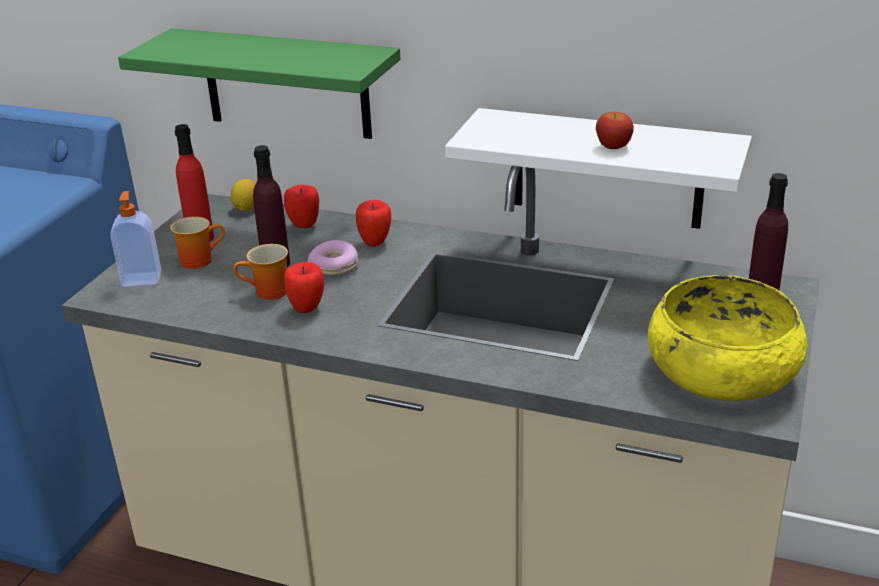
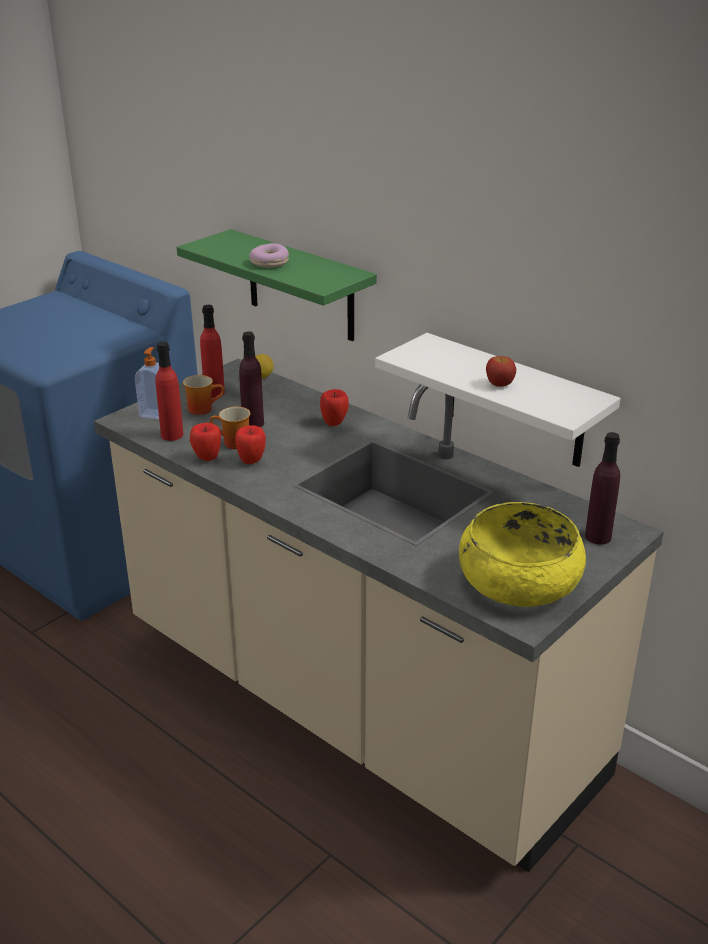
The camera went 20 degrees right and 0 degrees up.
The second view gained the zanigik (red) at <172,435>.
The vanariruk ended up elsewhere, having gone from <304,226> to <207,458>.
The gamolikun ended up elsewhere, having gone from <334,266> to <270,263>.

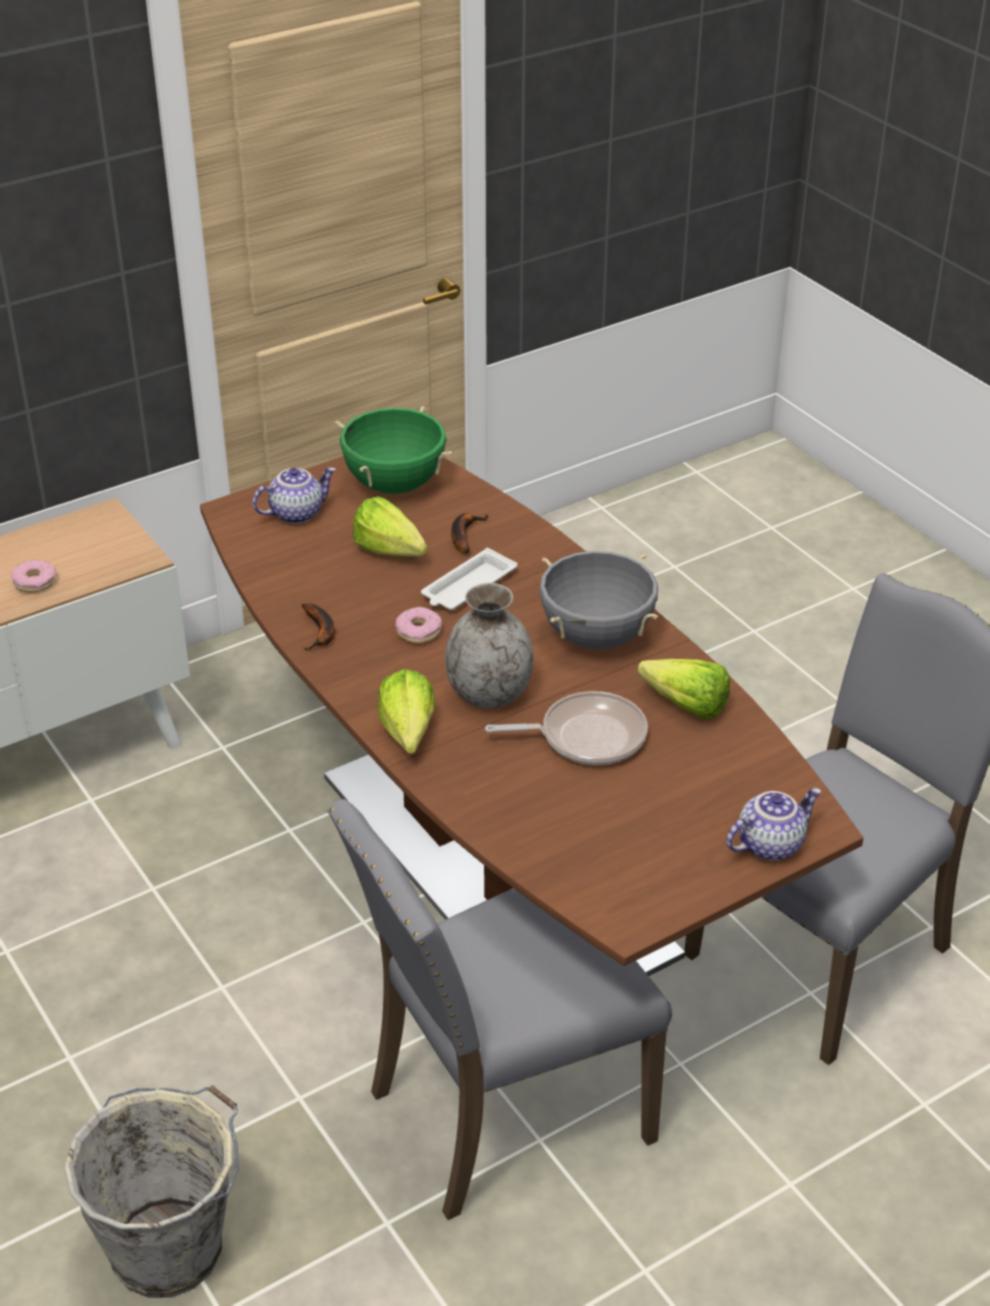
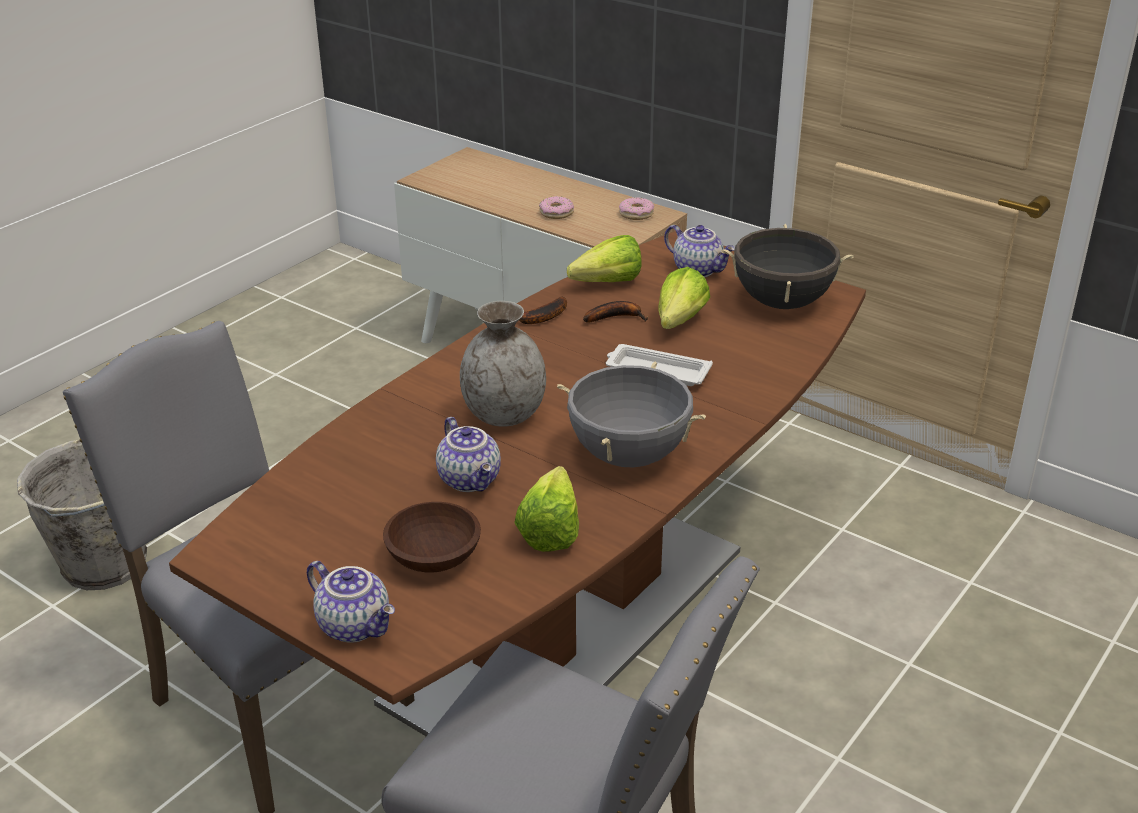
The camera went 70 degrees right and 5 degrees down.
The second view gained the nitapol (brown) at <435,557>.
The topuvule ended up elsewhere, having gone from <406,738> to <601,284>.
The gamolikun ended up elsewhere, having gone from <419,631> to <636,214>.
The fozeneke ended up elsewhere, having gone from <464,535> to <616,317>.
Where the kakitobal stood at <586,736>, the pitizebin came to stand at <471,480>.
What was the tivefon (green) at <394,485> turned into the tivefon (black) at <782,302>.

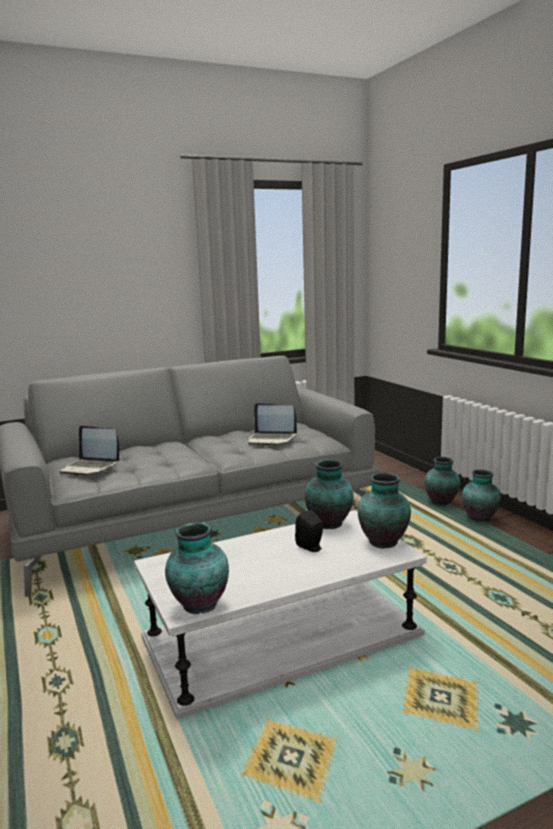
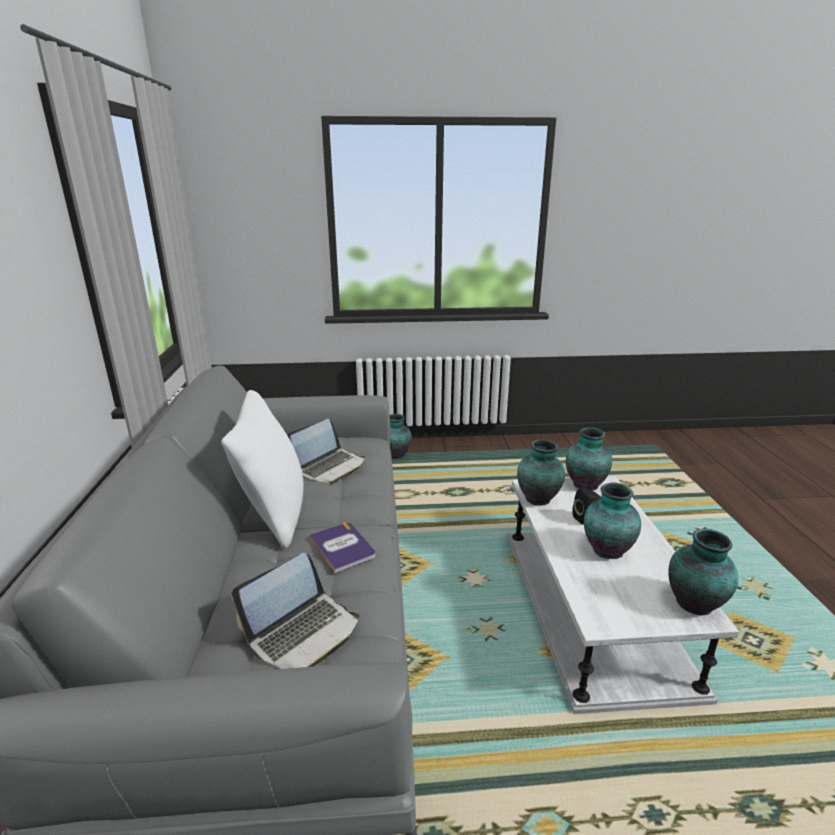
The camera went 70 degrees left and 10 degrees up.
The second view gained the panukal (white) at <274,514>.
The second view gained the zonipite at <342,547>.
The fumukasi ended up elsewhere, having gone from <480,518> to <606,549>.

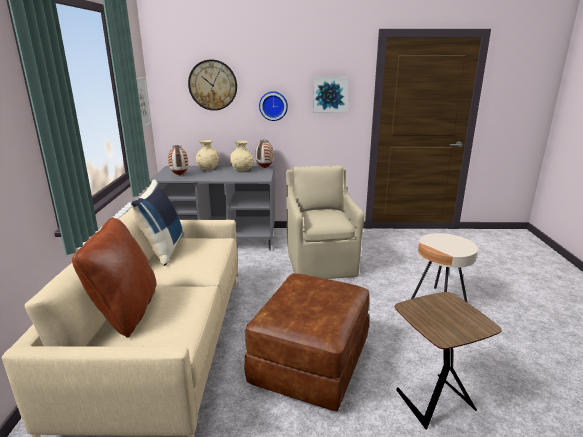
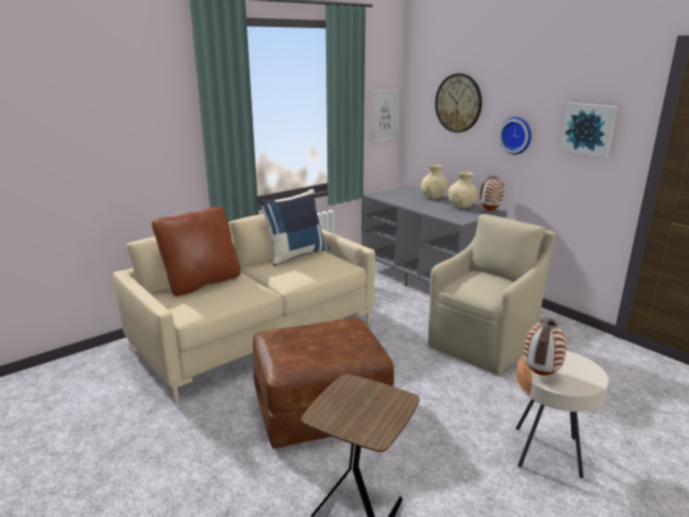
The camera went 50 degrees right and 0 degrees up.
The fumukasi ended up elsewhere, having gone from <179,175> to <540,374>.

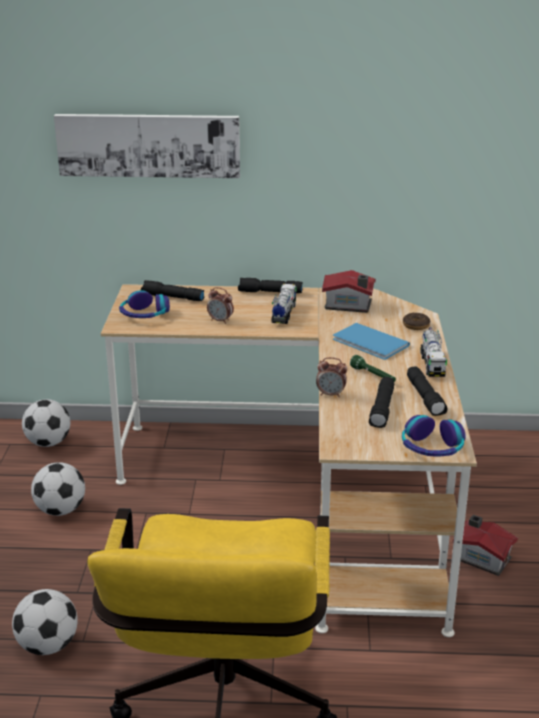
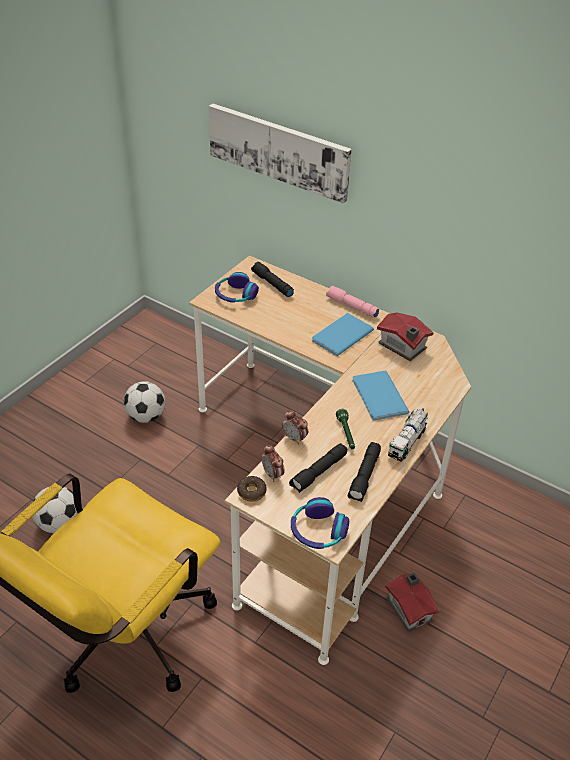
The camera went 30 degrees right and 15 degrees up.
The second view lost the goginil at <48,443>.
The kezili ended up elsewhere, having gone from <220,321> to <272,475>.
The gamolikun ended up elsewhere, having gone from <416,325> to <251,492>.
Where the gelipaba stood at <283,314>, the zonipite (blue) came to stand at <340,335>.
What was the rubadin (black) at <269,292> turned into the rubadin (pink) at <351,307>.

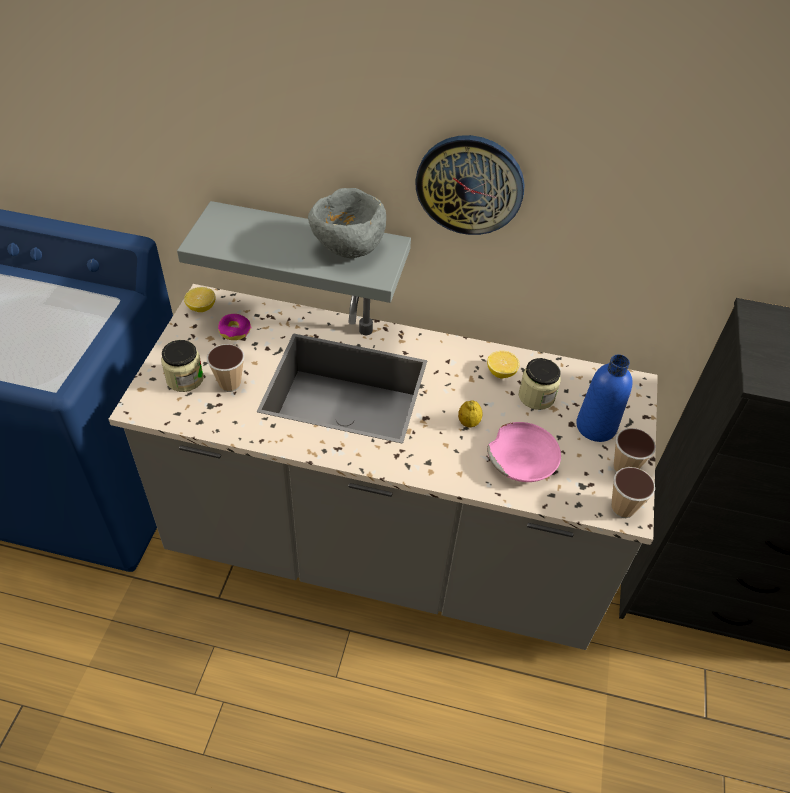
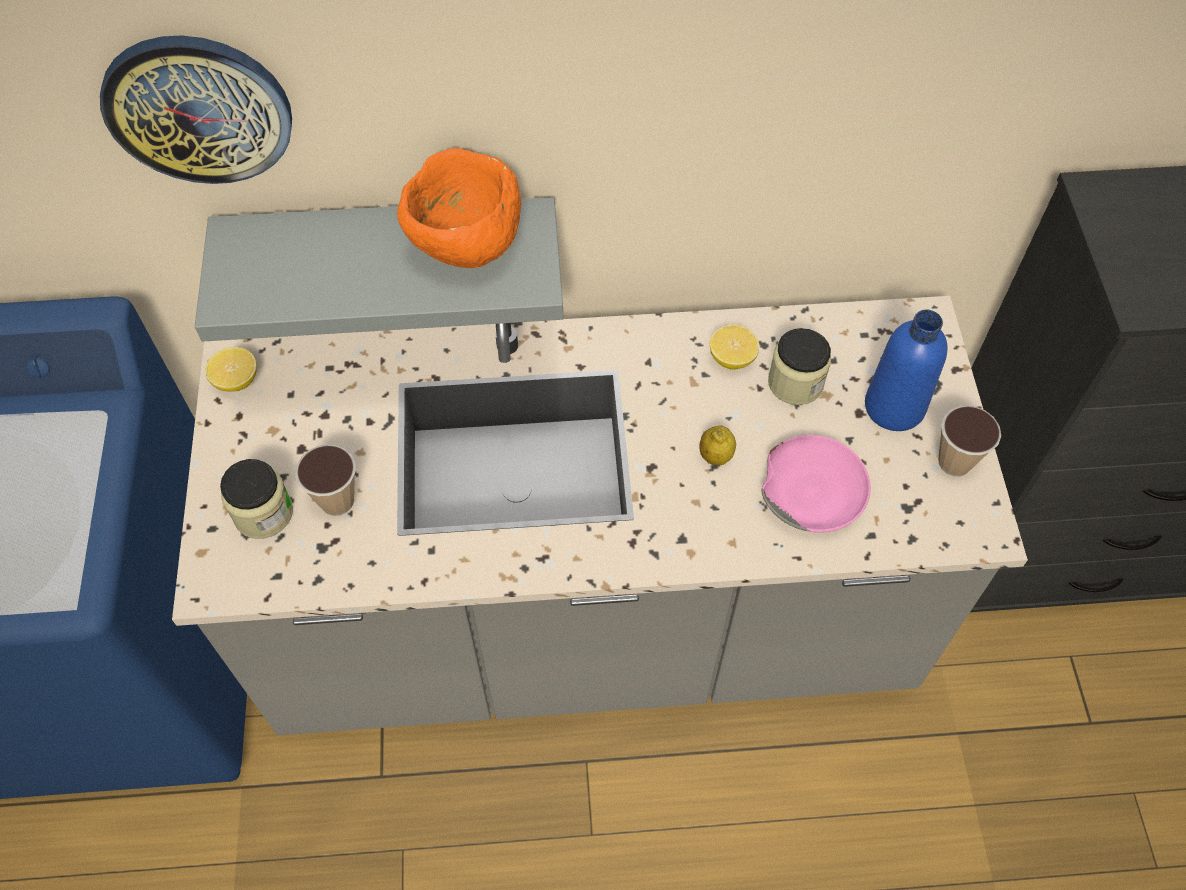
The camera went 15 degrees left and 10 degrees up.
The second view lost the gamolikun at <235,331>.
The second view lost the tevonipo at <622,508>.
The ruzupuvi ended up elsewhere, having gone from <470,185> to <198,109>.
What was the nitapol (grey) at <347,248> turned into the nitapol (orange) at <465,245>.

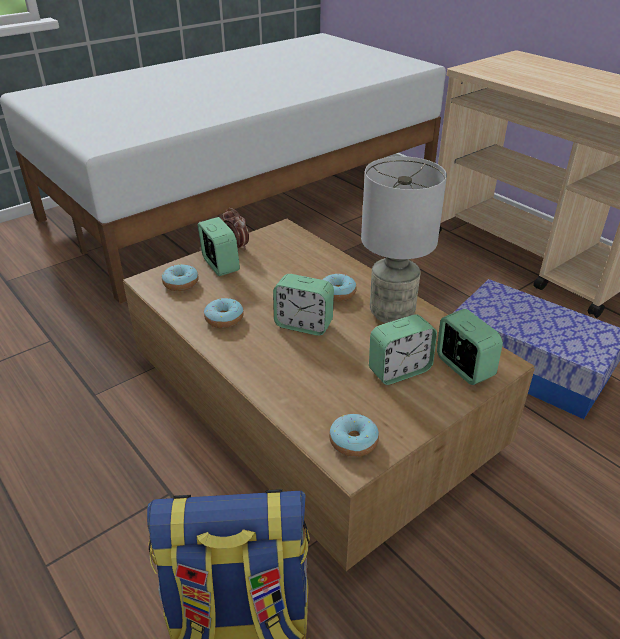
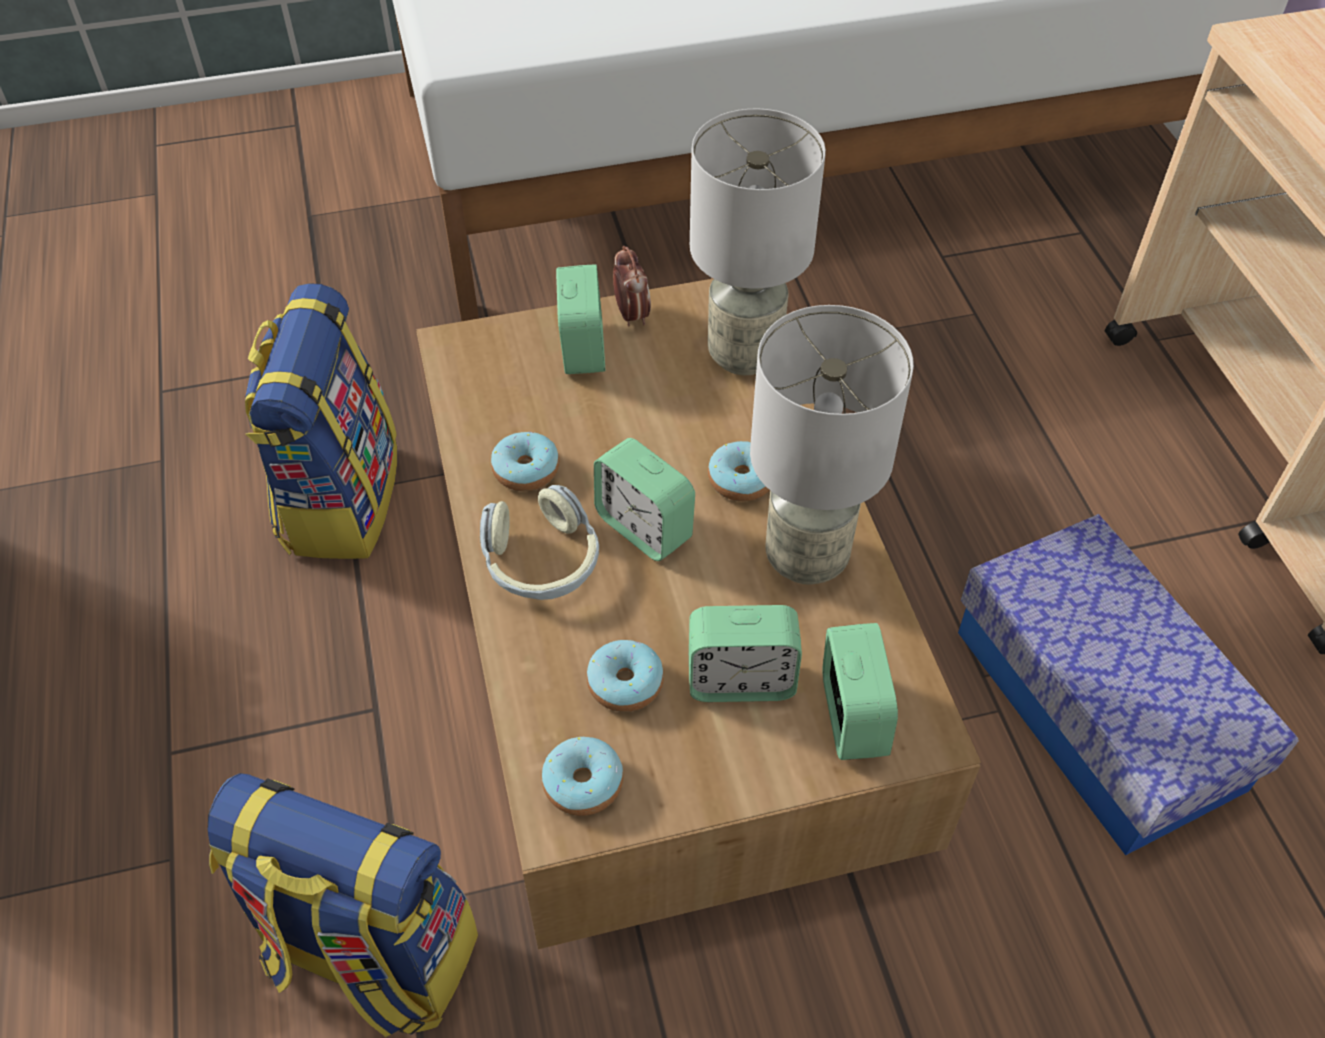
The camera went 25 degrees right and 15 degrees up.
The second view gained the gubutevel at <339,498>.
The second view gained the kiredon at <542,561>.
The second view gained the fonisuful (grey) at <746,355>.
The gamolikun ended up elsewhere, having gone from <181,283> to <625,683>.

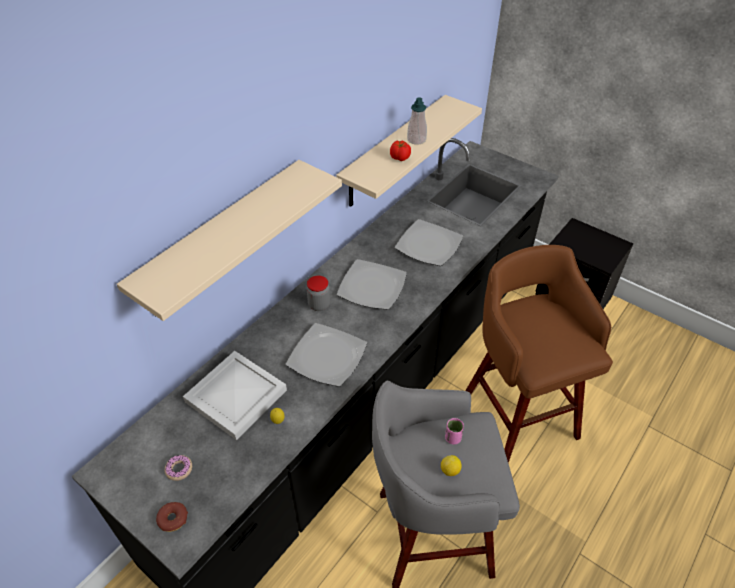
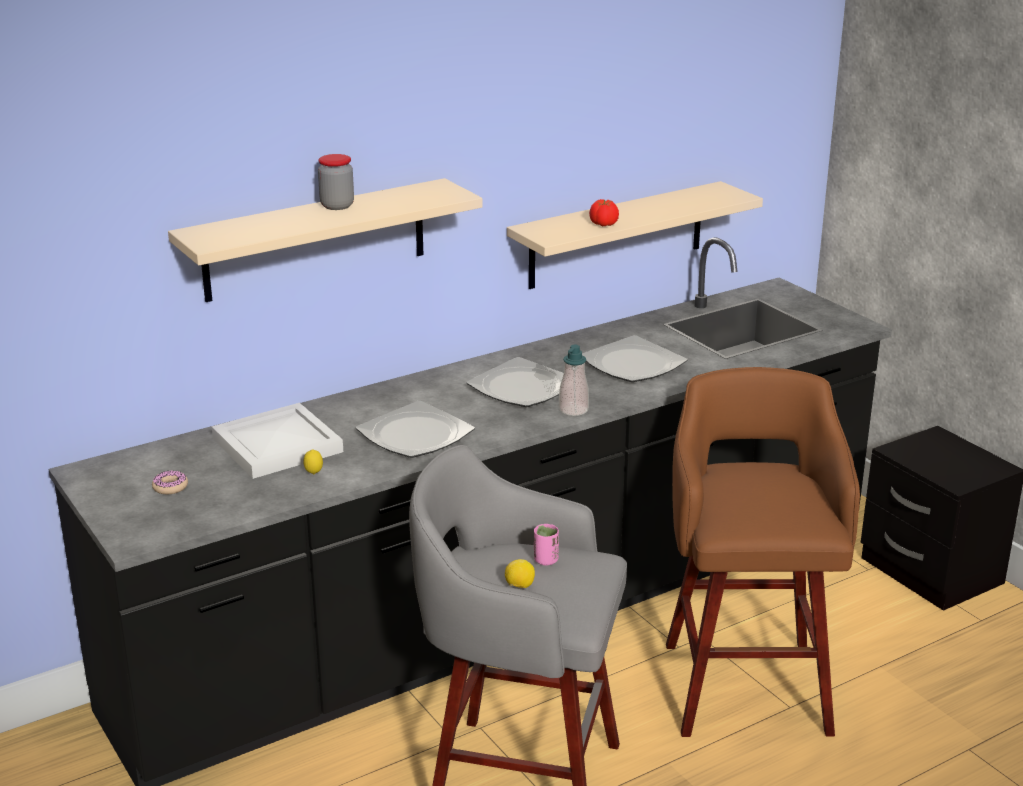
The camera went 20 degrees right and 20 degrees down.
The second view lost the gamolikun at <173,519>.
The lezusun ended up elsewhere, having gone from <319,305> to <337,206>.
The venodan ended up elsewhere, having gone from <416,140> to <573,410>.

